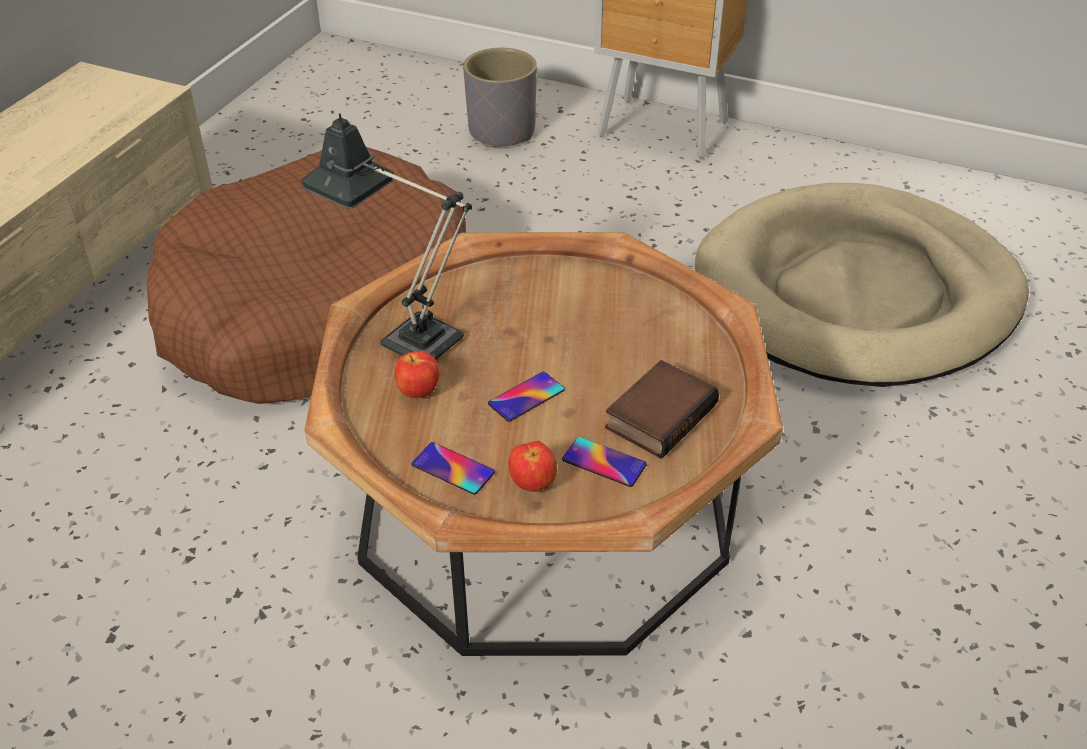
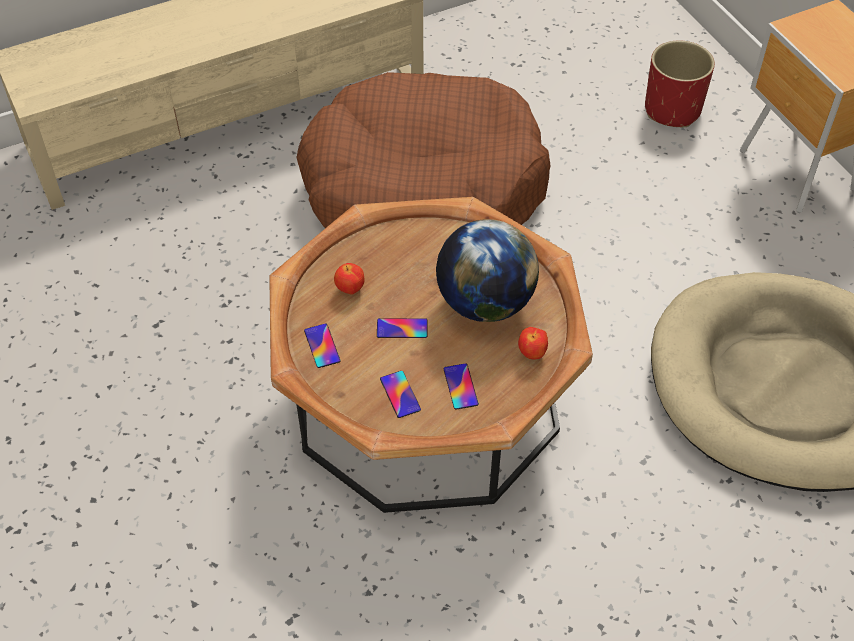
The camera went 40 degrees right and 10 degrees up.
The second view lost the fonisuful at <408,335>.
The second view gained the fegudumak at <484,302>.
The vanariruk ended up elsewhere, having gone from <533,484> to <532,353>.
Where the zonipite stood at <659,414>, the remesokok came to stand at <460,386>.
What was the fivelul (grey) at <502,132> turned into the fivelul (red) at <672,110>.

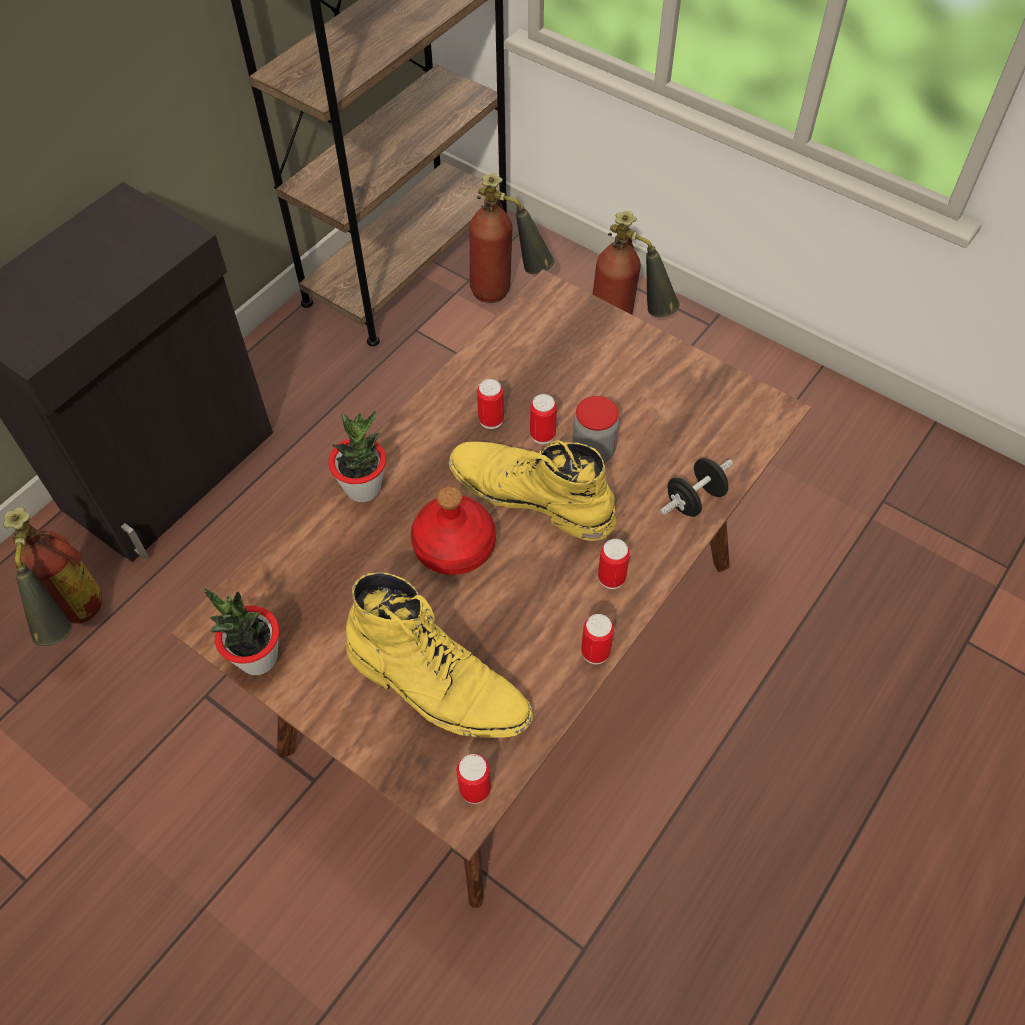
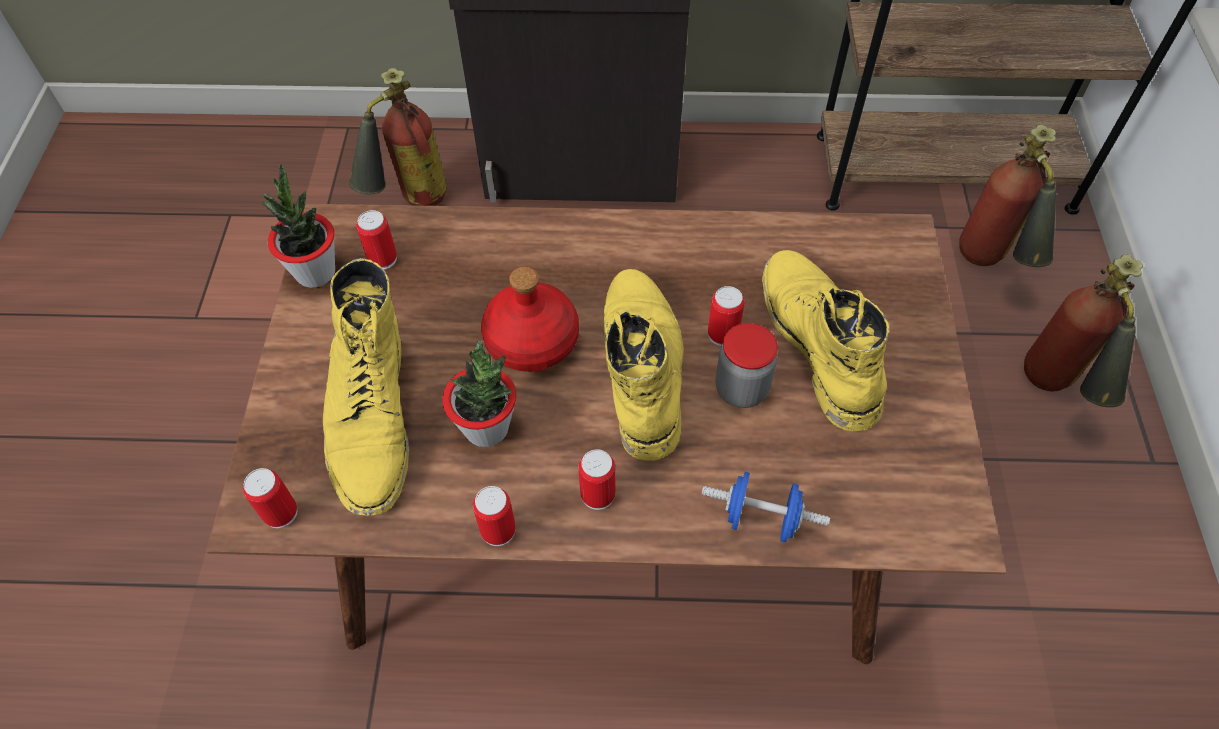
The camera went 55 degrees right and 0 degrees up.
The second view gained the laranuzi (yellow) at <818,343>.
The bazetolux ended up elsewhere, having gone from <363,488> to <487,428>.
The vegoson ended up elsewhere, having gone from <491,419> to <383,259>.
What was the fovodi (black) at <694,500> turned into the fovodi (blue) at <761,519>.

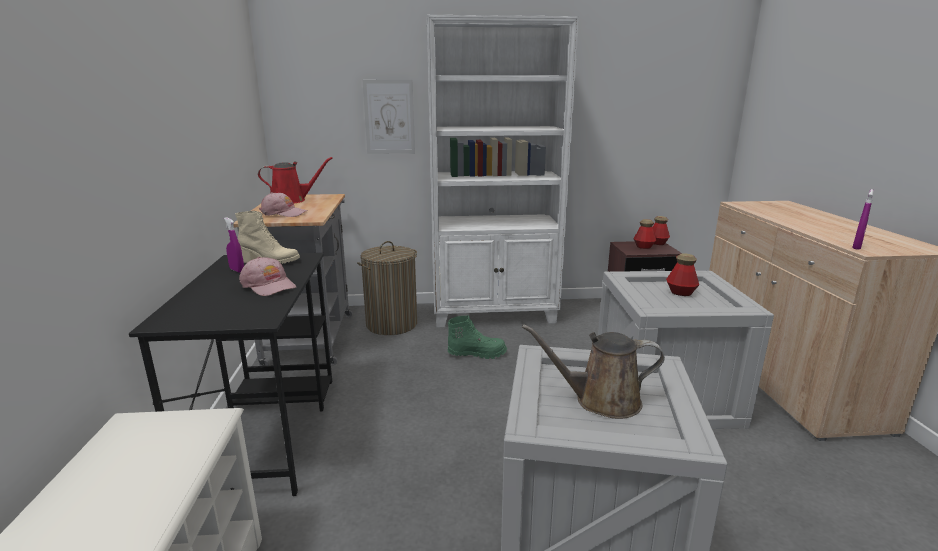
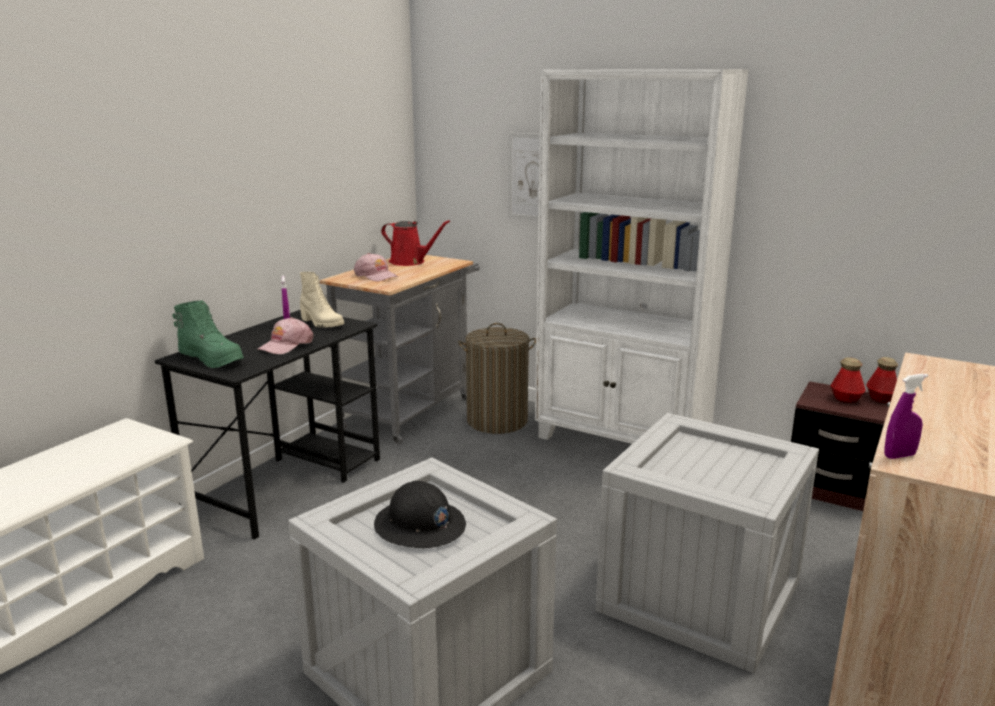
The camera went 35 degrees right and 0 degrees up.
The second view lost the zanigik at <680,293>.
The laranuzi (green) ended up elsewhere, having gone from <477,353> to <212,359>.
Where the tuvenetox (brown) stood at <601,400>, the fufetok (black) came to stand at <419,526>.
The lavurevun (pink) at <269,285> ended up facing another way, 45 degrees clockwise from before.

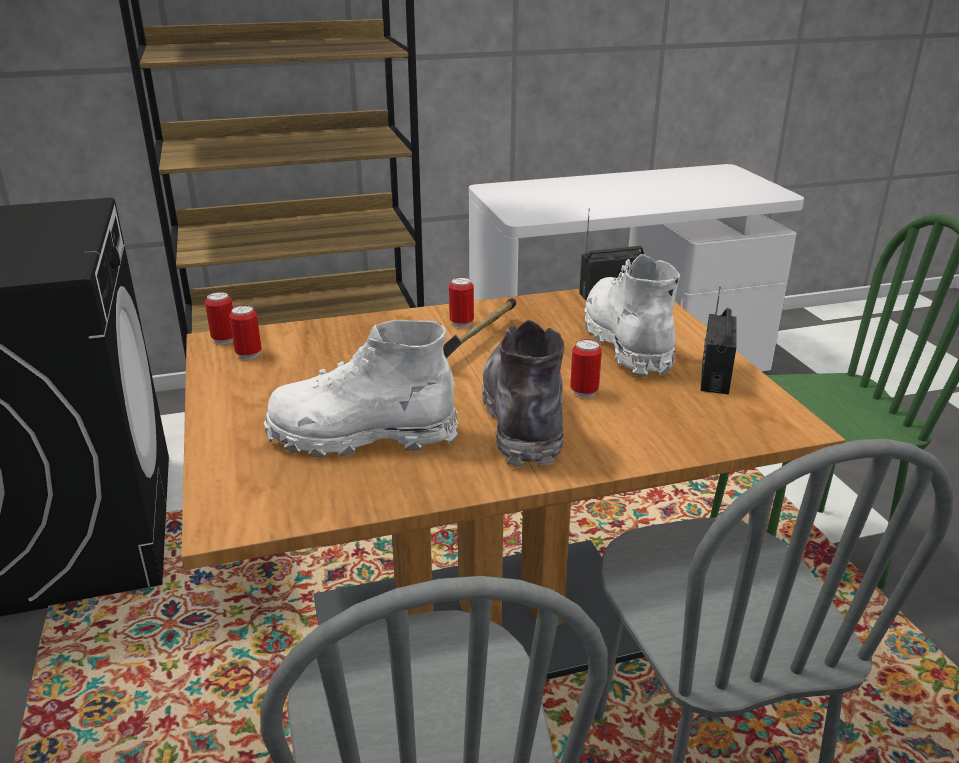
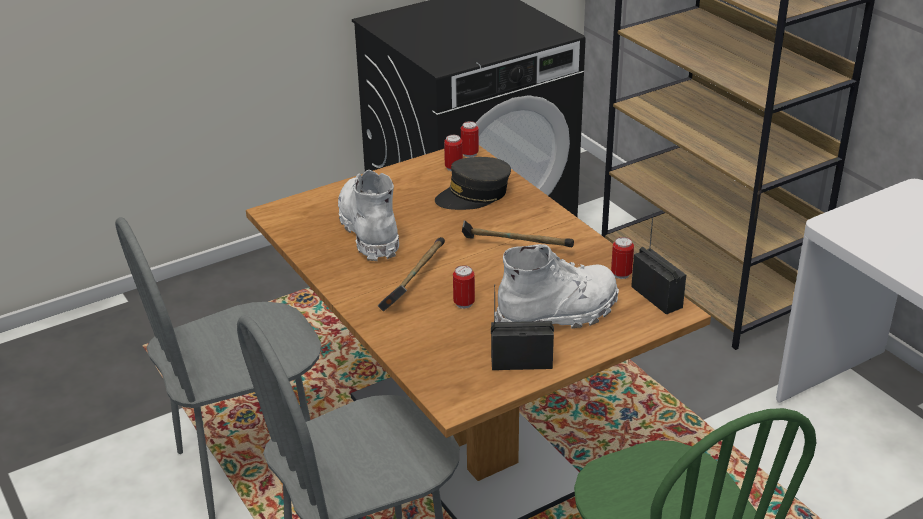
The camera went 75 degrees right and 5 degrees up.
The second view gained the lavurevun (grey) at <474,195>.
The vegoson ended up elsewhere, having gone from <461,323> to <621,274>.
Where the laranuzi (grey) stood at <523,419>, the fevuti came to stand at <414,284>.

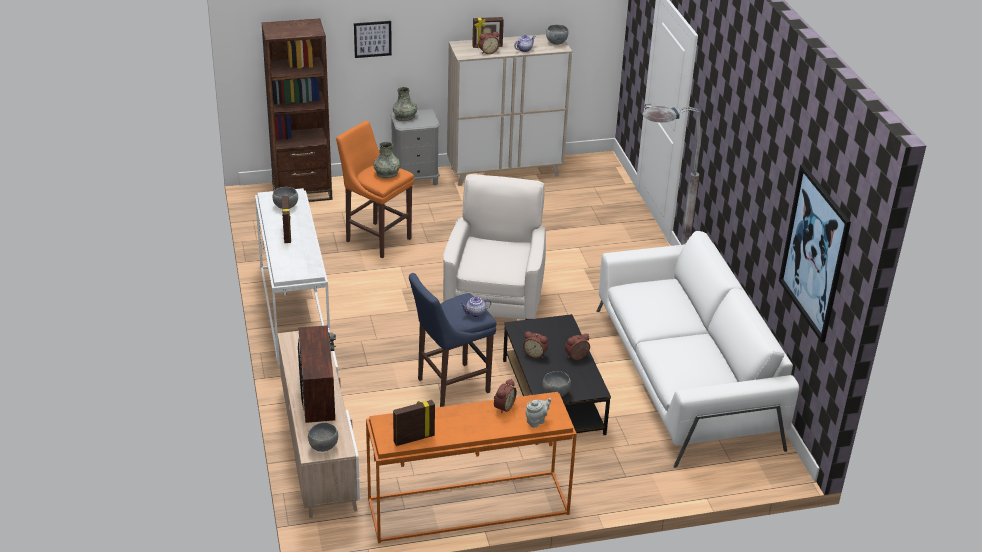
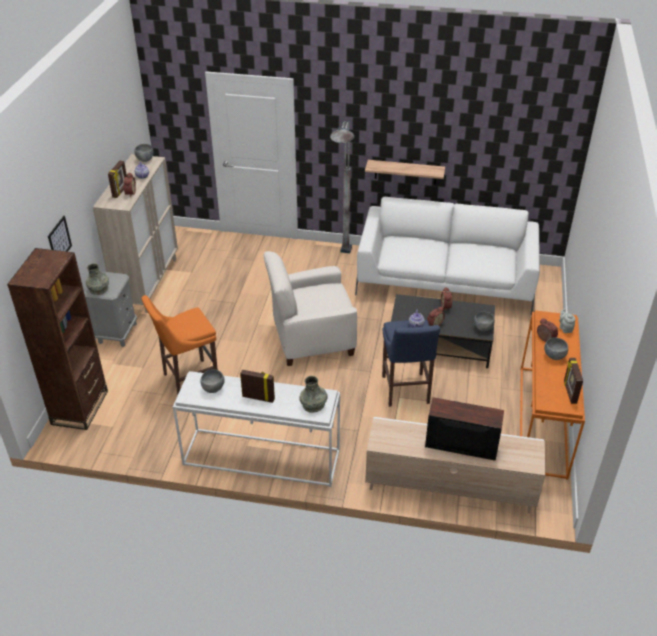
The camera went 65 degrees left and 5 degrees up.
The second view lost the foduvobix at <814,253>.
The second view gained the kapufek at <405,172>.
The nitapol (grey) ended up elsewhere, having gone from <324,447> to <554,356>.
The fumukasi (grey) ended up elsewhere, having gone from <387,174> to <313,404>.
The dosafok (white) at <494,298> ended up facing another way, 45 degrees counterclockwise from before.

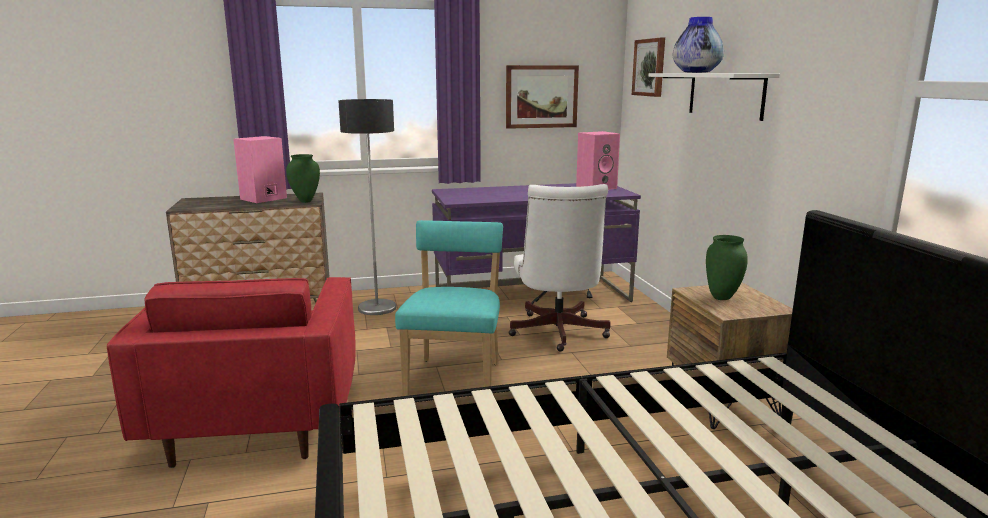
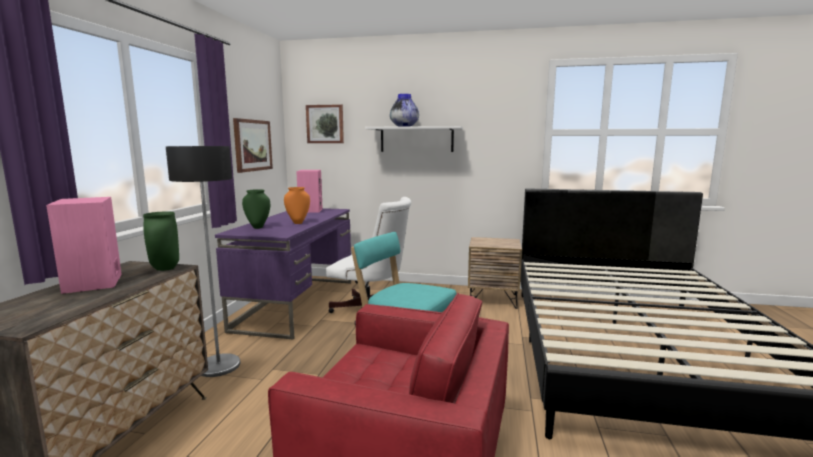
The camera went 65 degrees left and 5 degrees down.
The second view gained the fumukasi (orange) at <298,223>.
The fumukasi (green) ended up elsewhere, having gone from <721,298> to <257,227>.

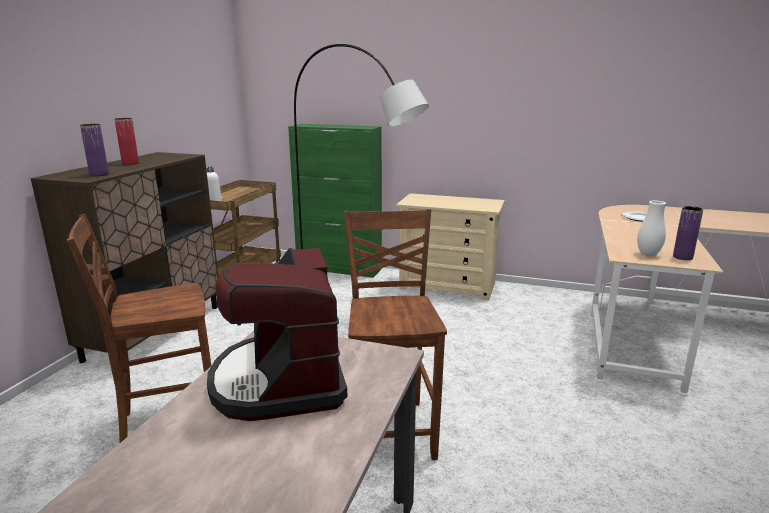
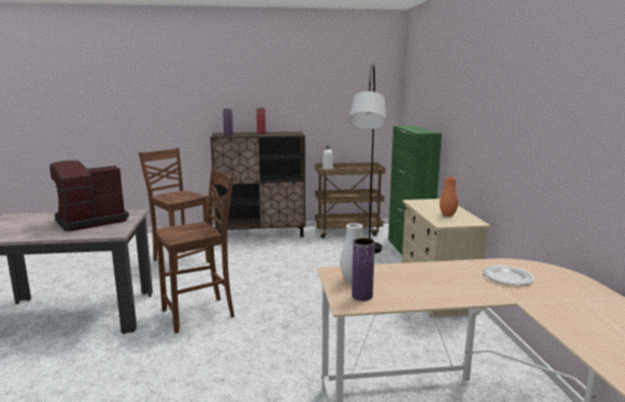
The camera went 65 degrees right and 5 degrees down.
The second view gained the fumukasi (orange) at <447,215>.

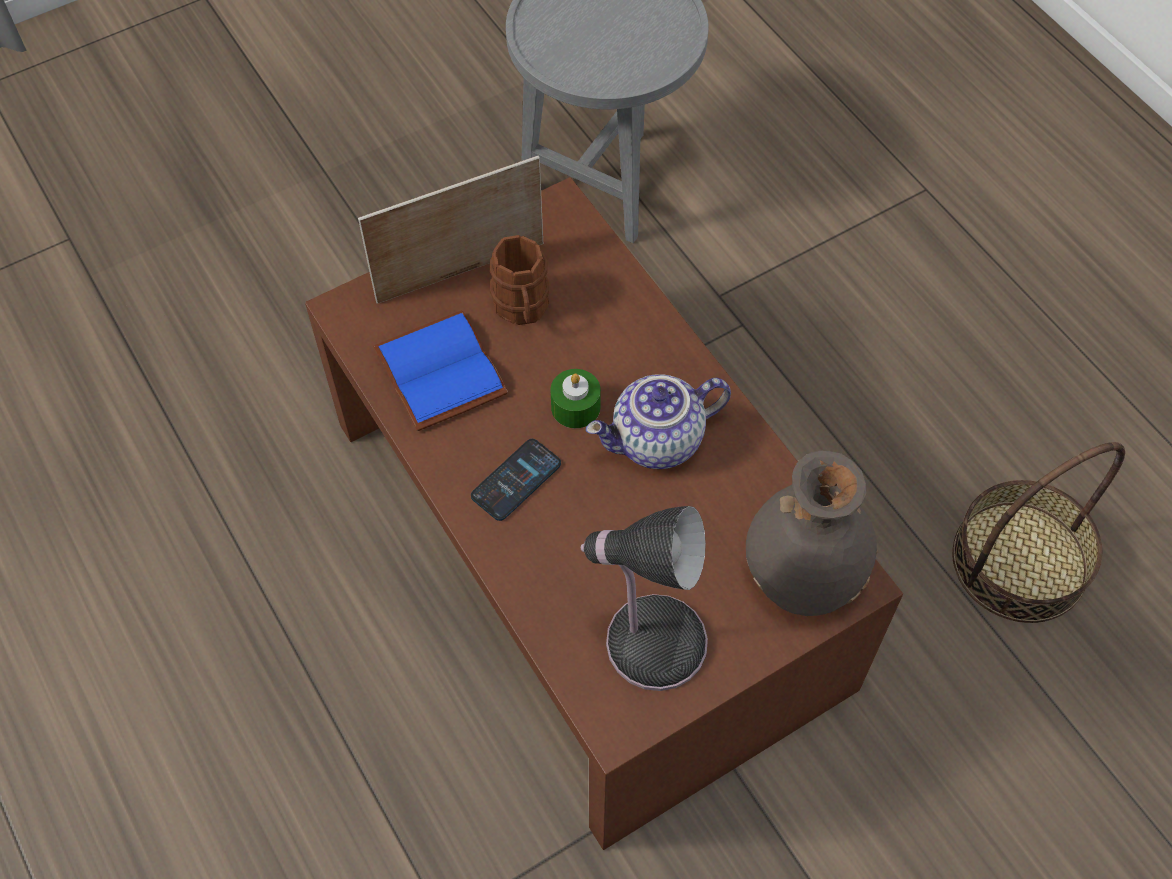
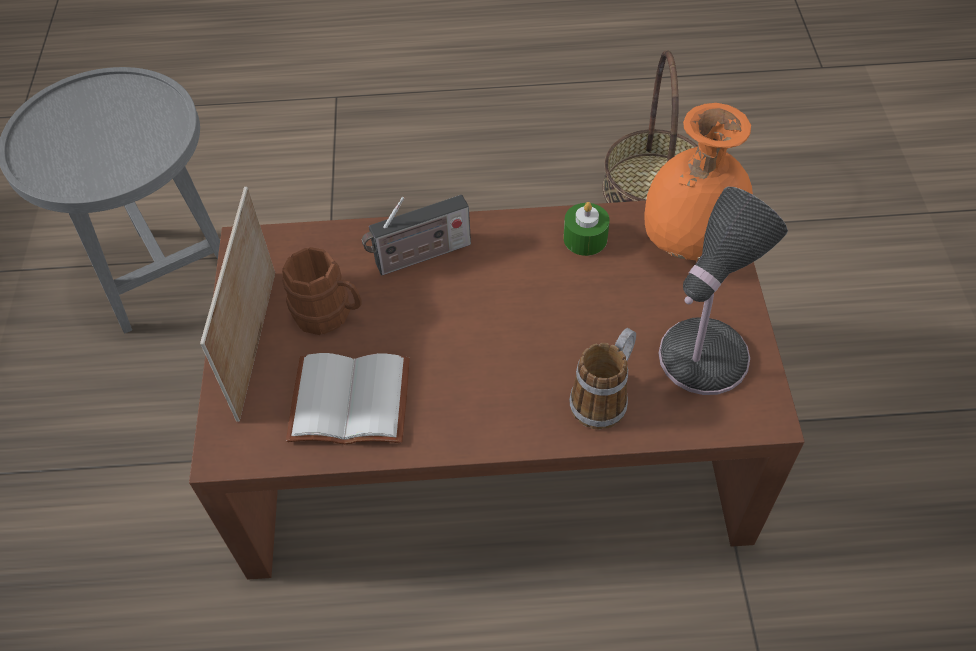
The camera went 60 degrees left and 5 degrees down.
The second view lost the remesokok at <516,480>.
The second view lost the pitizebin at <657,442>.
The second view gained the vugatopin at <419,257>.
The second view gained the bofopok at <604,397>.
The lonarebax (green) ended up elsewhere, having gone from <575,407> to <585,238>.
What was the zonipite (blue) at <436,372> turned into the zonipite (white) at <347,404>.
What was the fumukasi (grey) at <803,572> turned into the fumukasi (orange) at <688,241>.

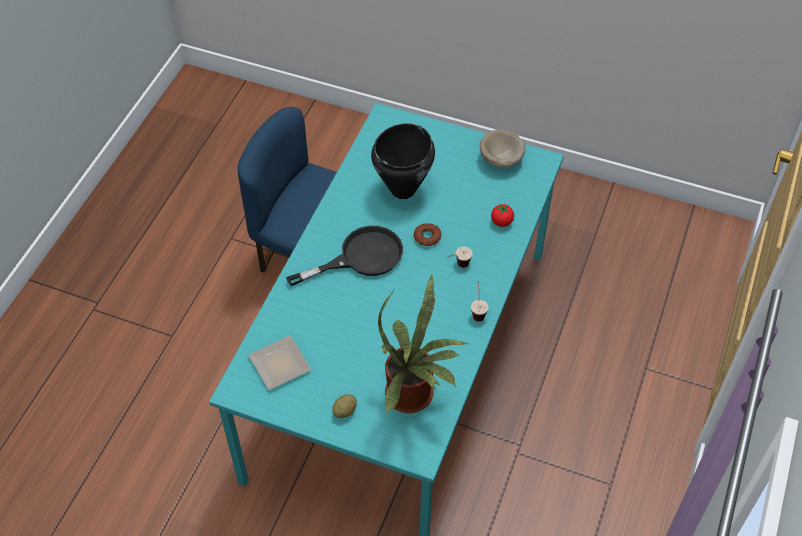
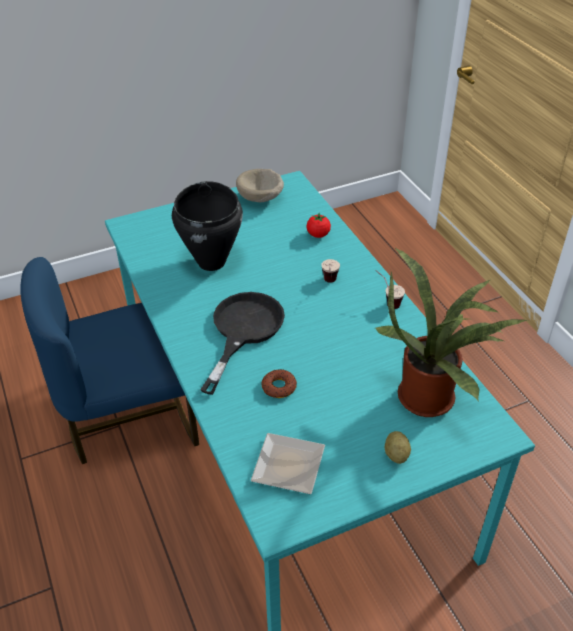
The camera went 45 degrees left and 10 degrees down.
The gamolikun ended up elsewhere, having gone from <427,237> to <278,387>.

